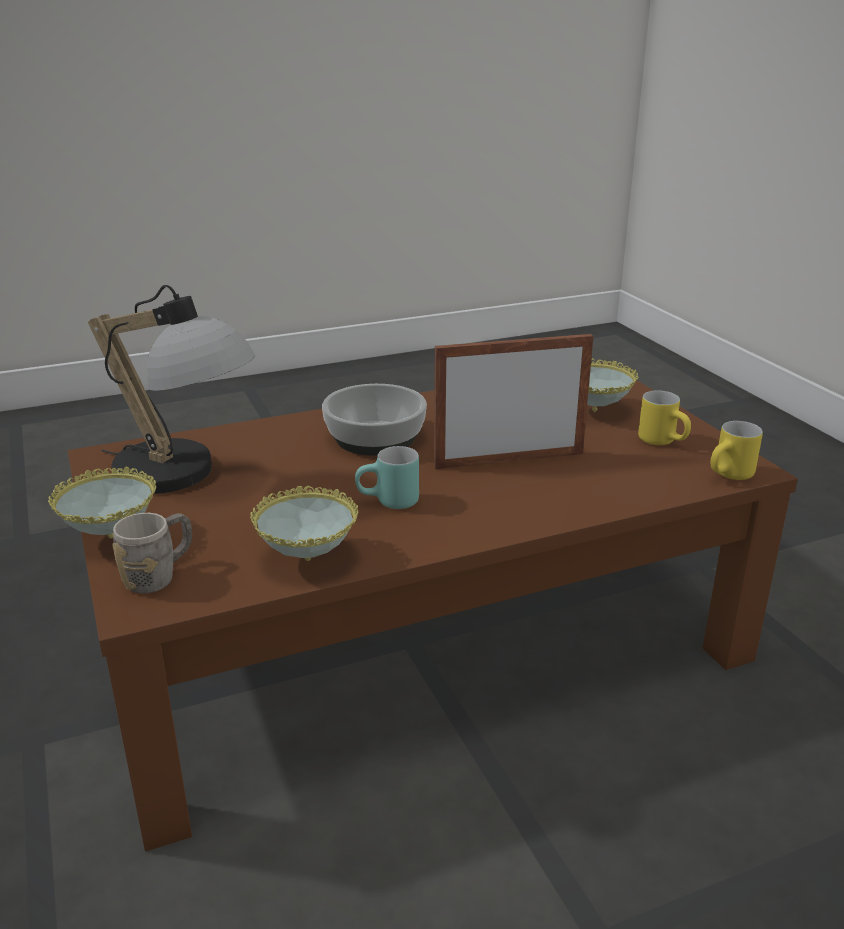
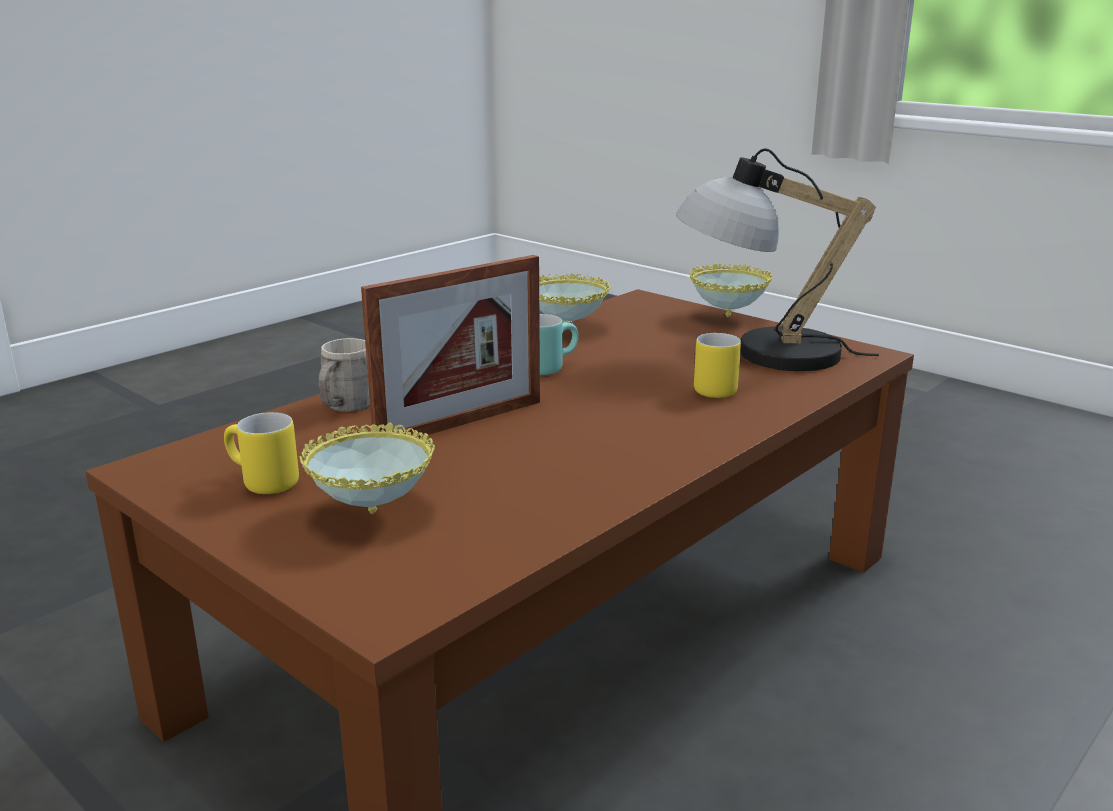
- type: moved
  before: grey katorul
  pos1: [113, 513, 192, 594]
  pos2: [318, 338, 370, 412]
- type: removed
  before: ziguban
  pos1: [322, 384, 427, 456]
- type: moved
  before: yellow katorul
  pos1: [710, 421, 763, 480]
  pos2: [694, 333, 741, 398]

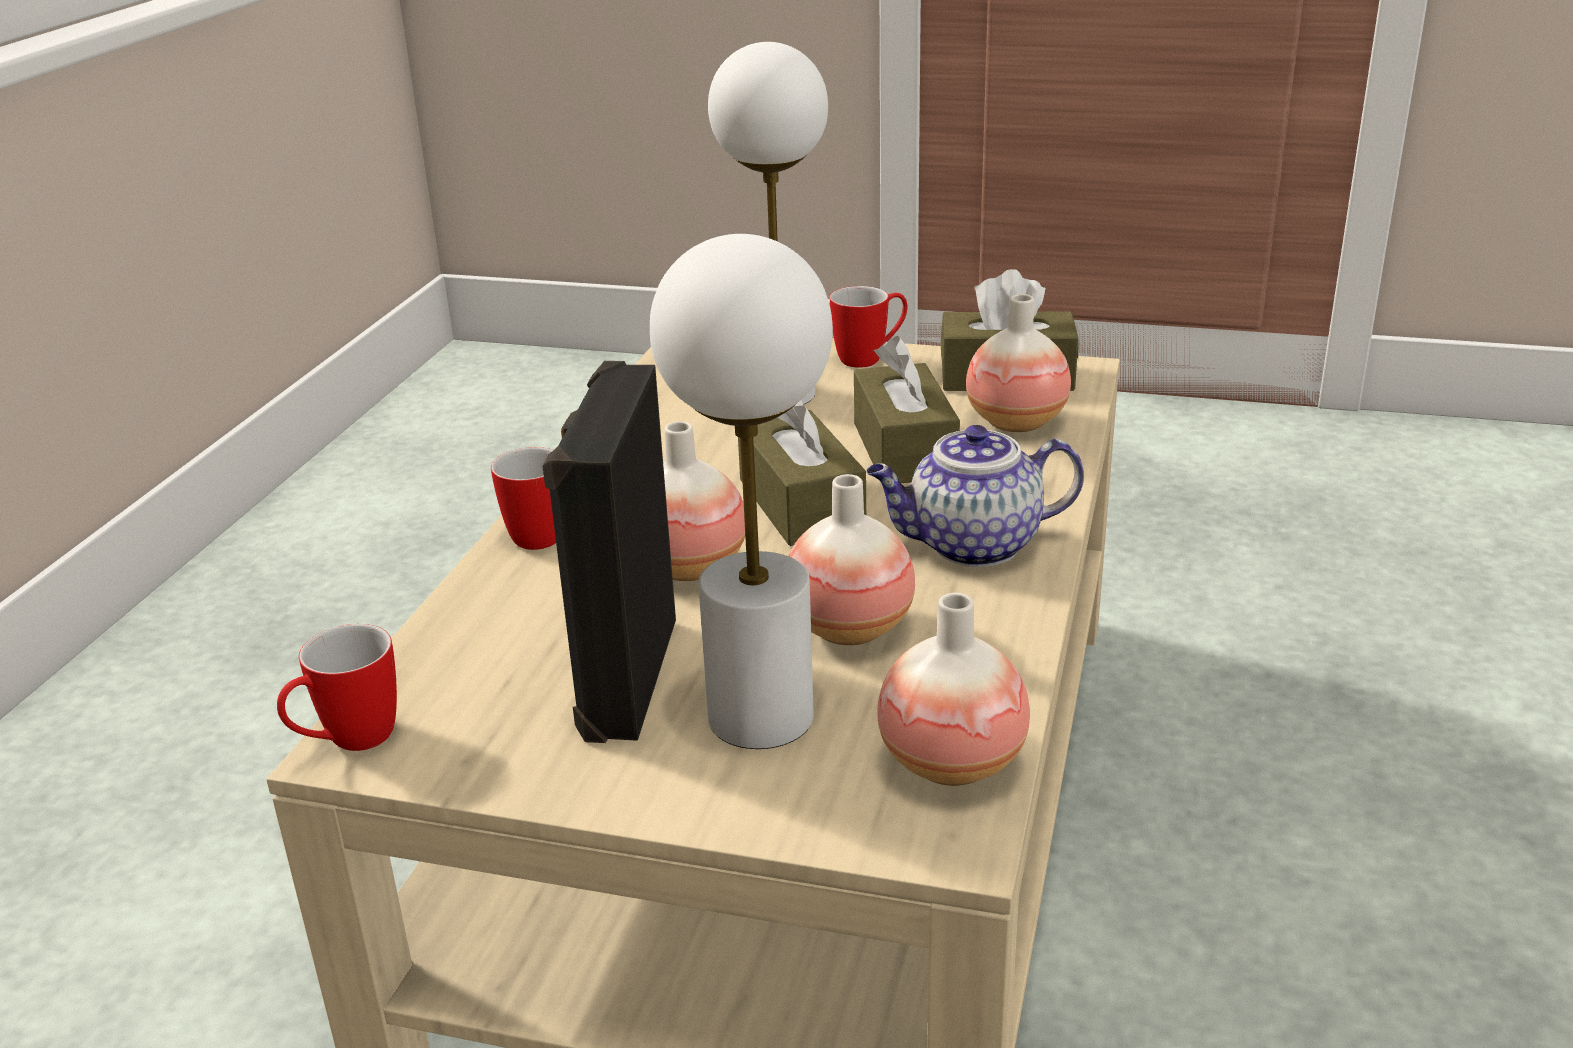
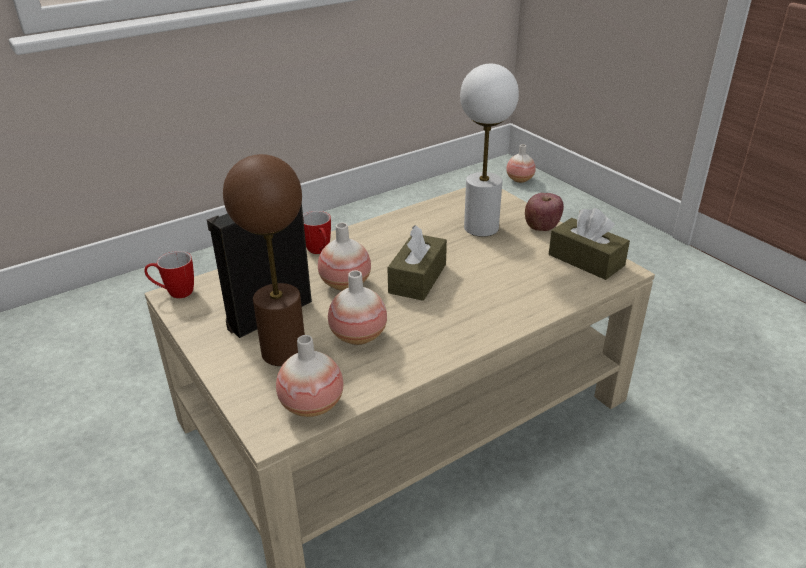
- type: recoloured
  before: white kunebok
  after: brown kunebok
  pos1: [650, 234, 833, 749]
  pos2: [223, 154, 305, 366]
- type: replaced
  before: katorul
  after: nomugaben
  pos1: [830, 286, 908, 368]
  pos2: [525, 193, 564, 231]
- type: removed
  before: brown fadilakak
  pos1: [854, 336, 960, 483]
- type: removed
  before: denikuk
  pos1: [866, 425, 1084, 567]
- type: moved
  before: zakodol
  pos1: [966, 294, 1071, 432]
  pos2: [506, 144, 536, 183]

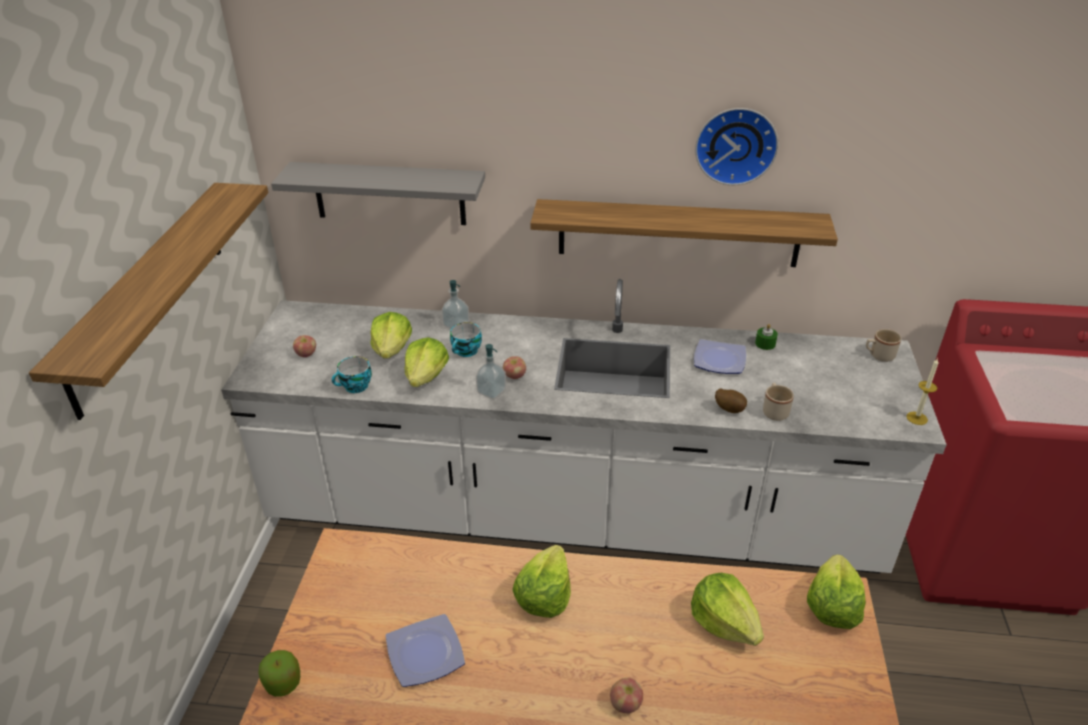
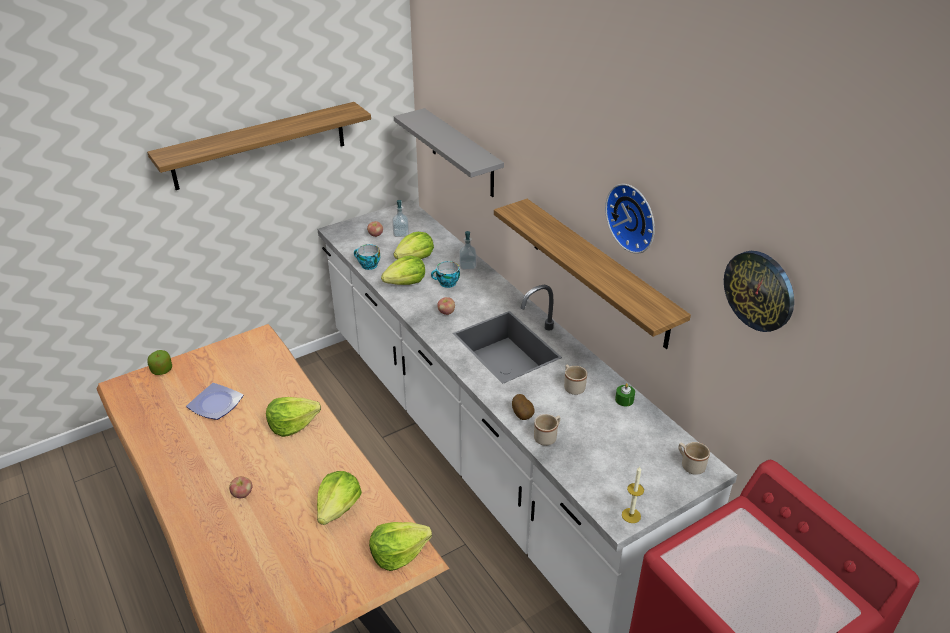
- type: moved
  before: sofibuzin
  pos1: [476, 344, 506, 399]
  pos2: [392, 200, 409, 237]
- type: replaced
  before: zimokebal
  after: beige katorul
  pos1: [694, 339, 746, 374]
  pos2: [564, 365, 587, 395]
- type: added
  after: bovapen
  pos2: [724, 251, 794, 332]

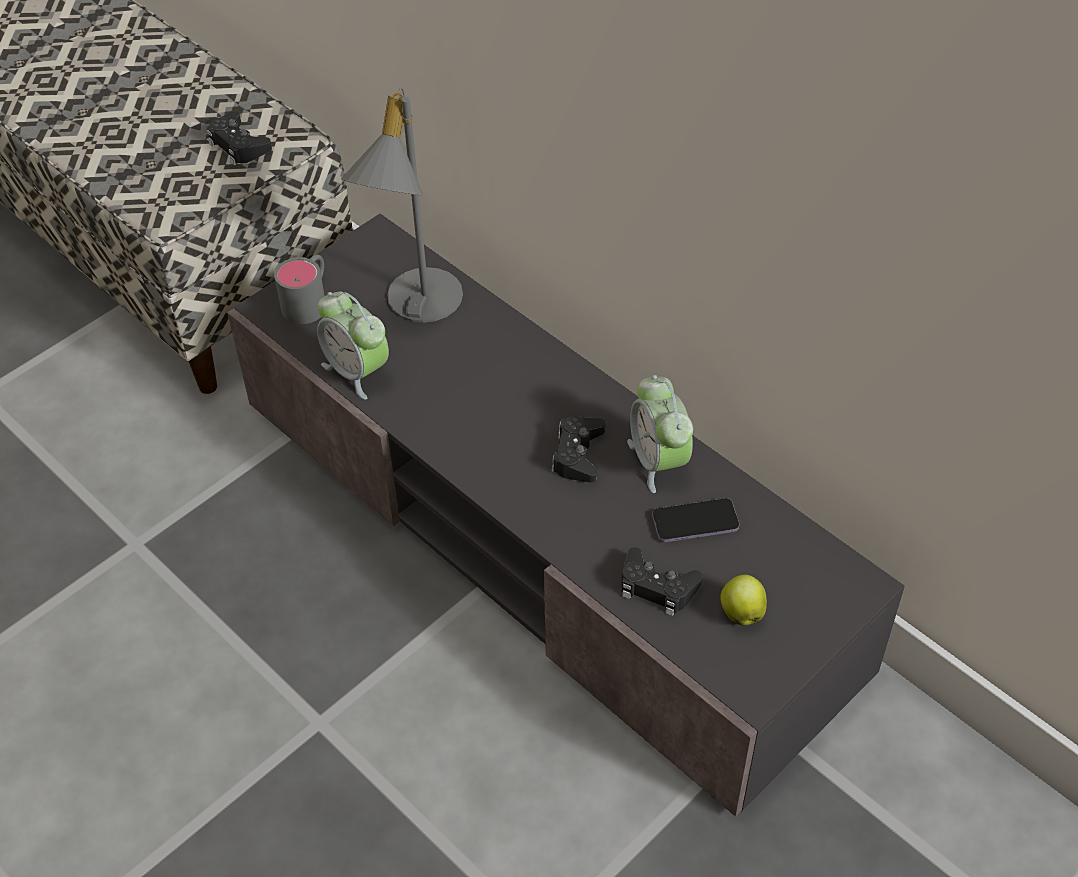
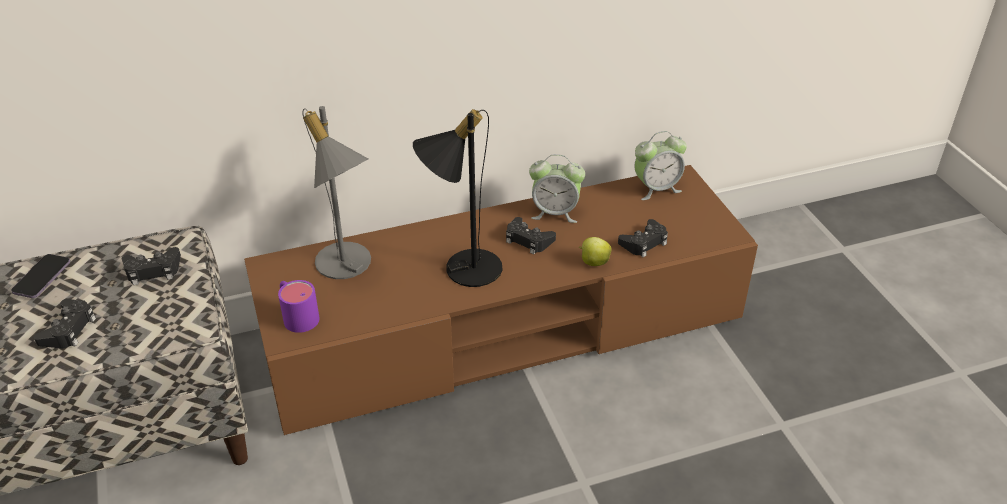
- type: recoloured
  before: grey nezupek
  after: brown nezupek
  pos1: [227, 214, 905, 816]
  pos2: [244, 165, 758, 435]
- type: recoloured
  before: grey katorul
  after: purple katorul
  pos1: [274, 254, 325, 324]
  pos2: [278, 280, 320, 333]
- type: moved
  before: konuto
  pos1: [317, 292, 389, 400]
  pos2: [635, 131, 687, 200]
- type: moved
  before: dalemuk
  pos1: [652, 498, 740, 542]
  pos2: [11, 254, 70, 298]
- type: moved
  before: nomugaben
  pos1: [720, 574, 767, 626]
  pos2: [579, 237, 612, 266]
- type: added
  after: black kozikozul
  pos2: [34, 299, 96, 348]
- type: added
  after: black kunebok
  pos2: [413, 109, 502, 287]

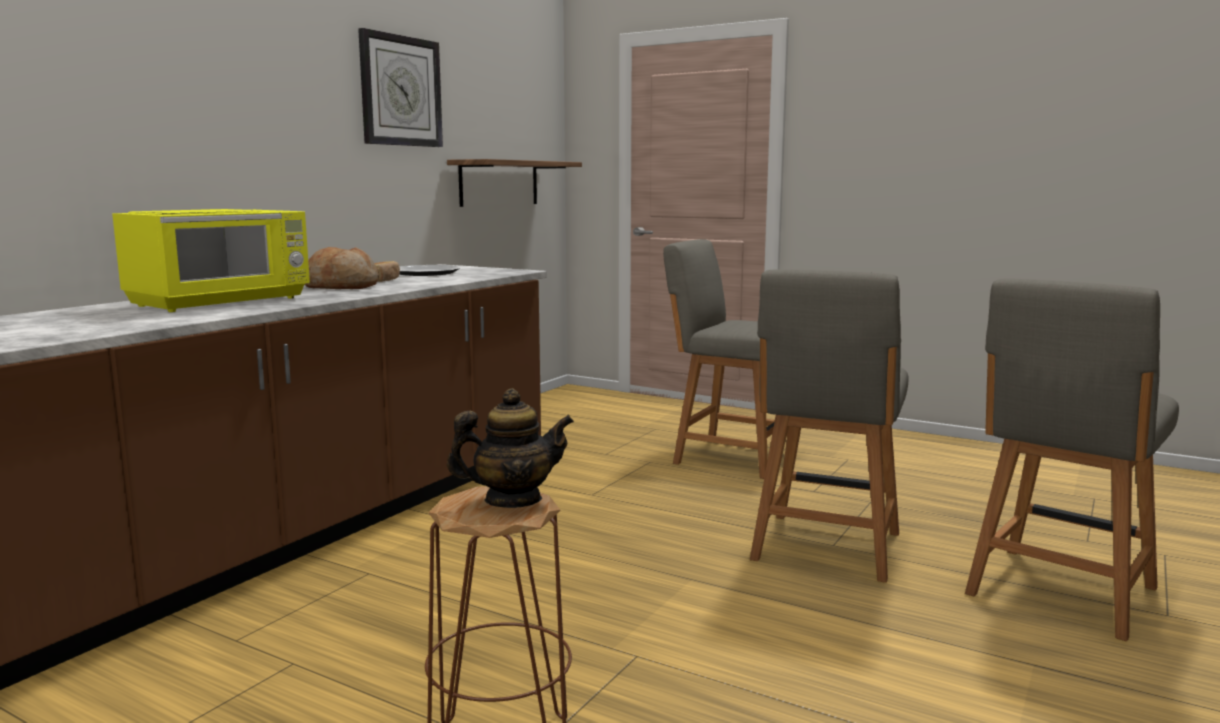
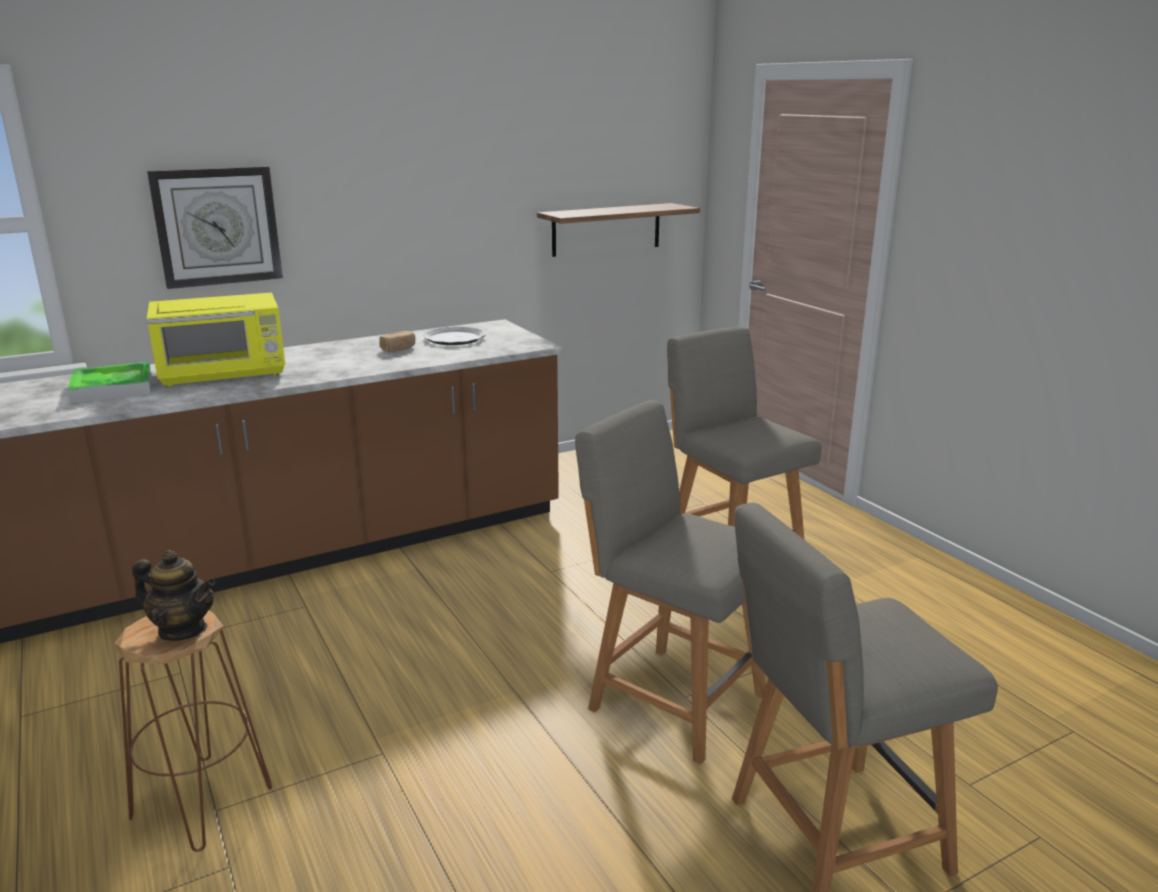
- type: removed
  before: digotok
  pos1: [304, 247, 379, 289]
- type: moved
  before: bovapen
  pos1: [358, 28, 443, 147]
  pos2: [147, 166, 283, 289]
- type: turned
  before: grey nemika
  pos1: [750, 269, 908, 583]
  pos2: [575, 400, 766, 764]
  turn: 75
- type: added
  after: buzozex
  pos2: [67, 362, 152, 403]

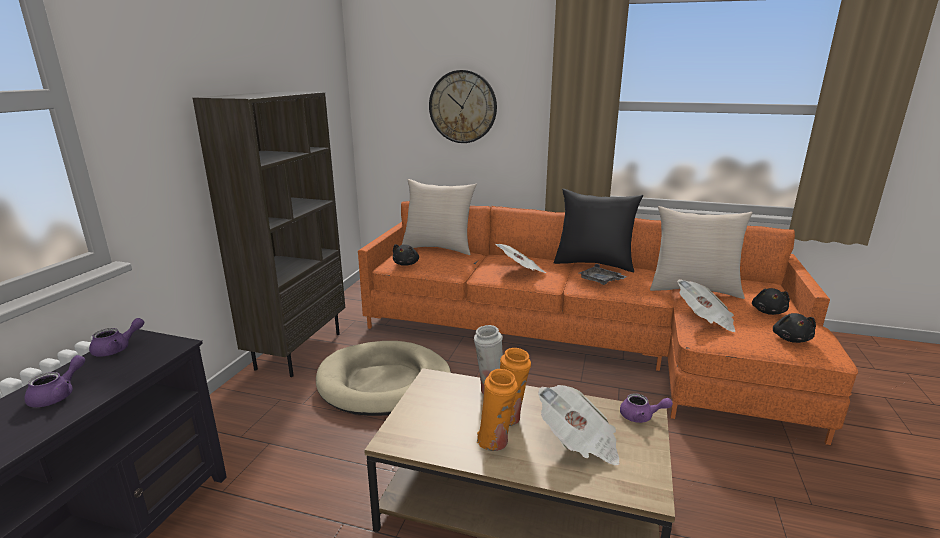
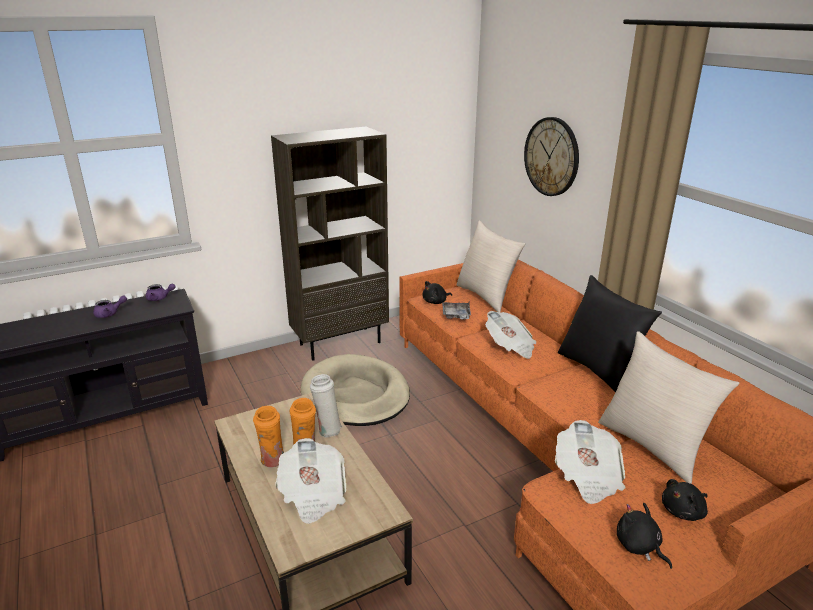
- type: moved
  before: grey buzozex
  pos1: [579, 264, 627, 285]
  pos2: [442, 302, 471, 319]
- type: removed
  before: purple denikuk
  pos1: [620, 393, 673, 423]
- type: turned
  before: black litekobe
  pos1: [773, 313, 816, 343]
  pos2: [617, 503, 672, 569]
  turn: 90

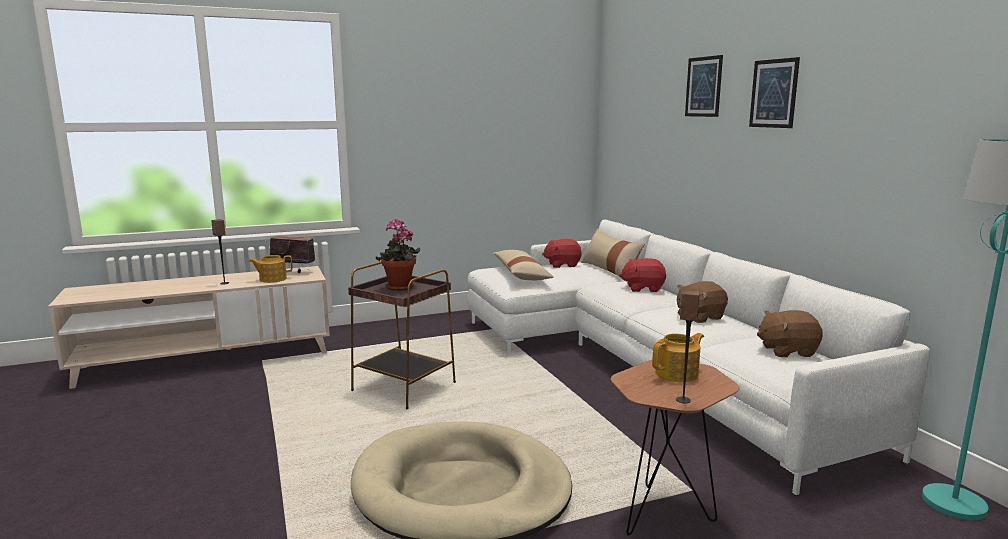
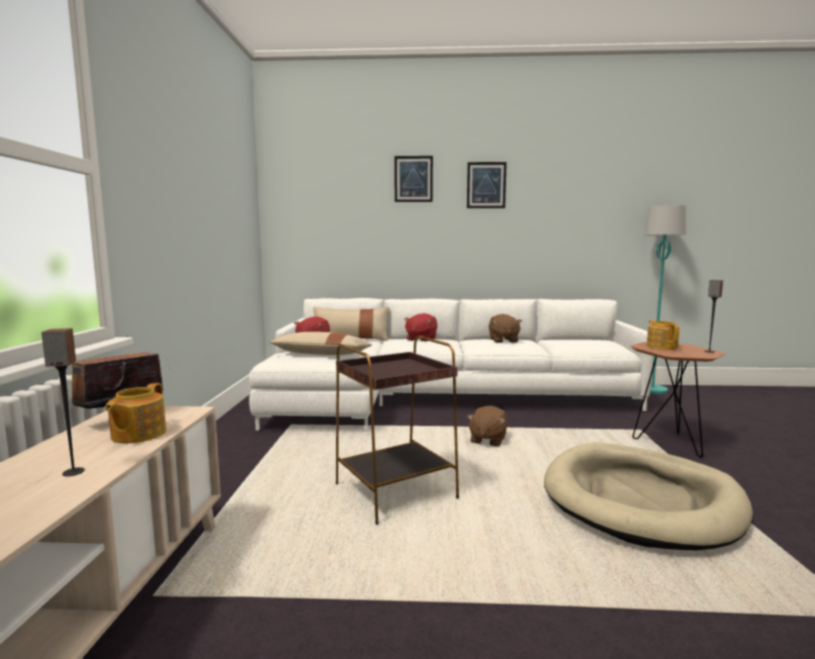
- type: removed
  before: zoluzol
  pos1: [376, 219, 420, 291]
- type: moved
  before: brown litekobe
  pos1: [757, 310, 823, 357]
  pos2: [467, 406, 508, 446]

